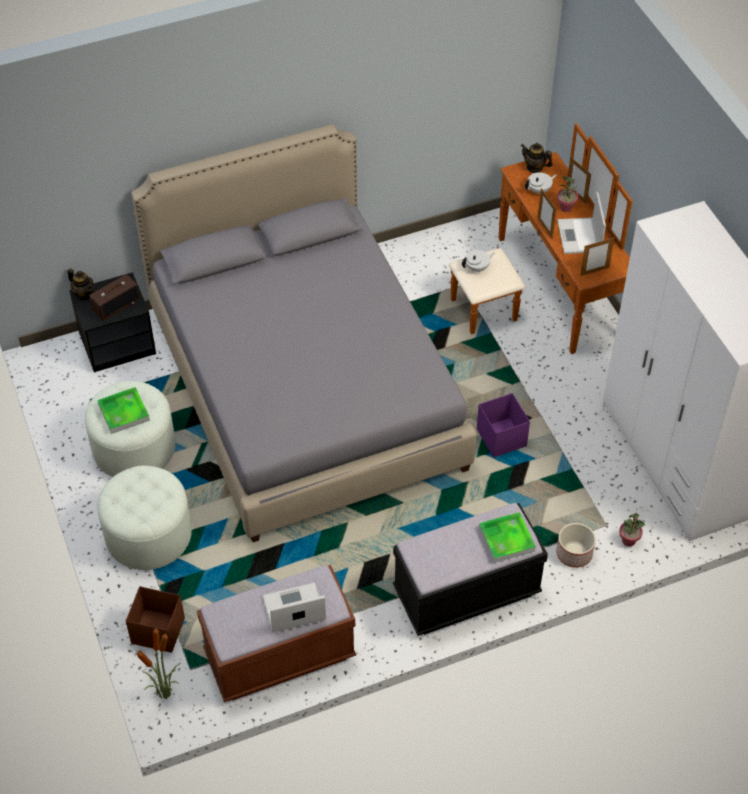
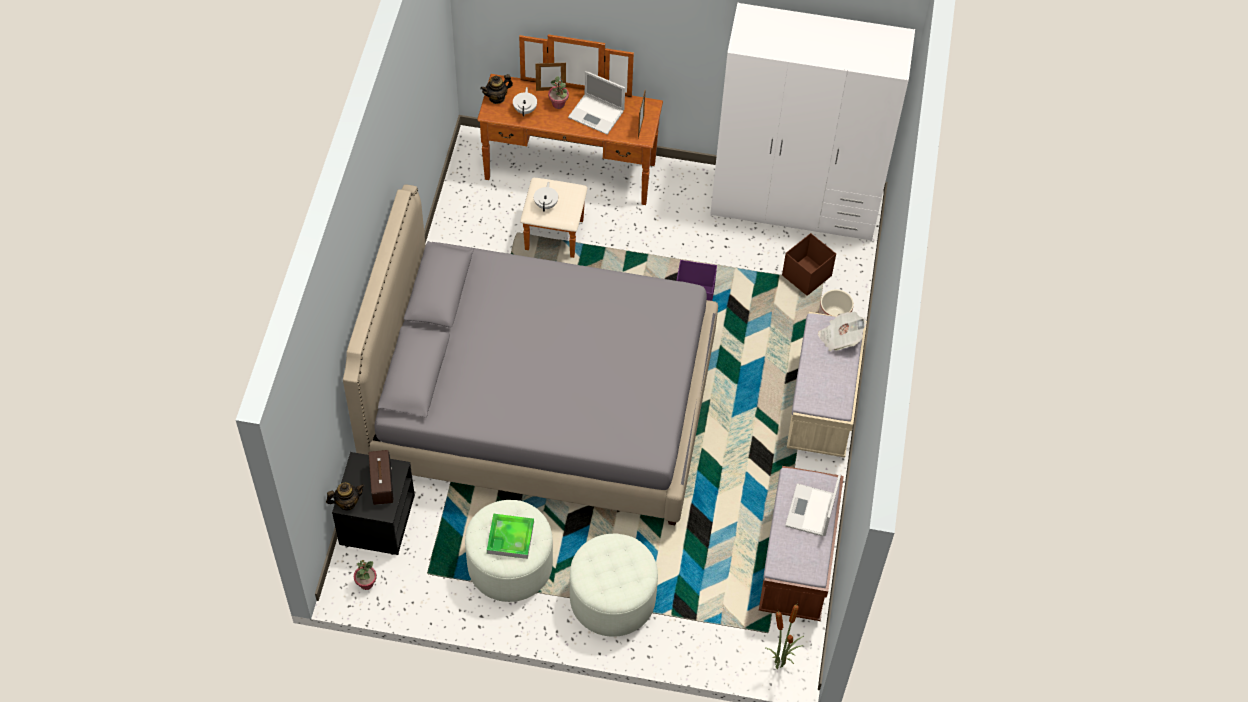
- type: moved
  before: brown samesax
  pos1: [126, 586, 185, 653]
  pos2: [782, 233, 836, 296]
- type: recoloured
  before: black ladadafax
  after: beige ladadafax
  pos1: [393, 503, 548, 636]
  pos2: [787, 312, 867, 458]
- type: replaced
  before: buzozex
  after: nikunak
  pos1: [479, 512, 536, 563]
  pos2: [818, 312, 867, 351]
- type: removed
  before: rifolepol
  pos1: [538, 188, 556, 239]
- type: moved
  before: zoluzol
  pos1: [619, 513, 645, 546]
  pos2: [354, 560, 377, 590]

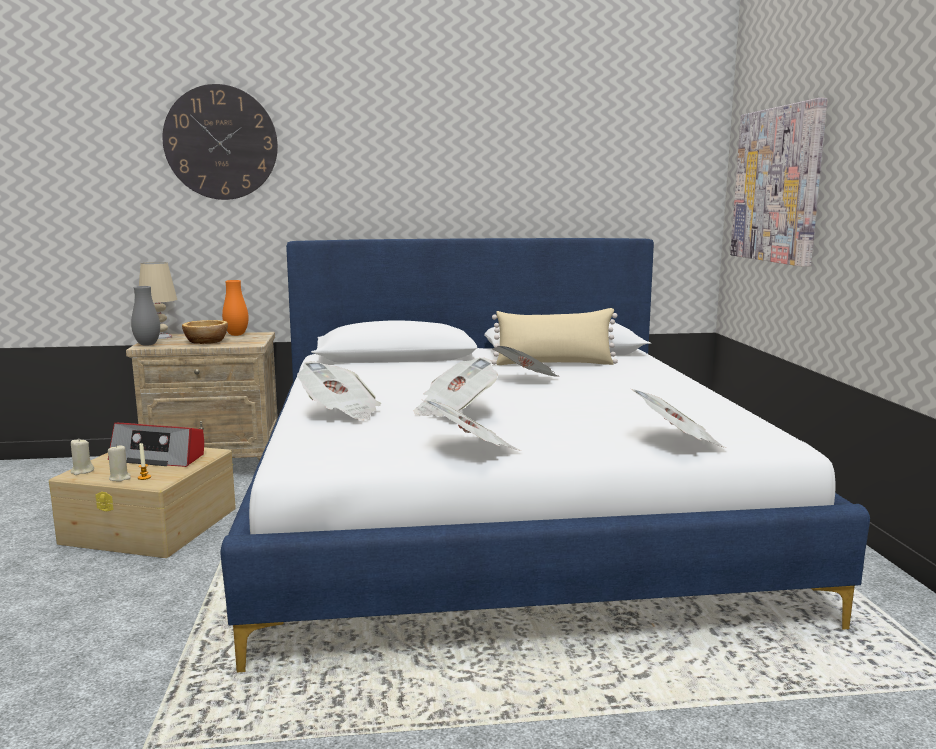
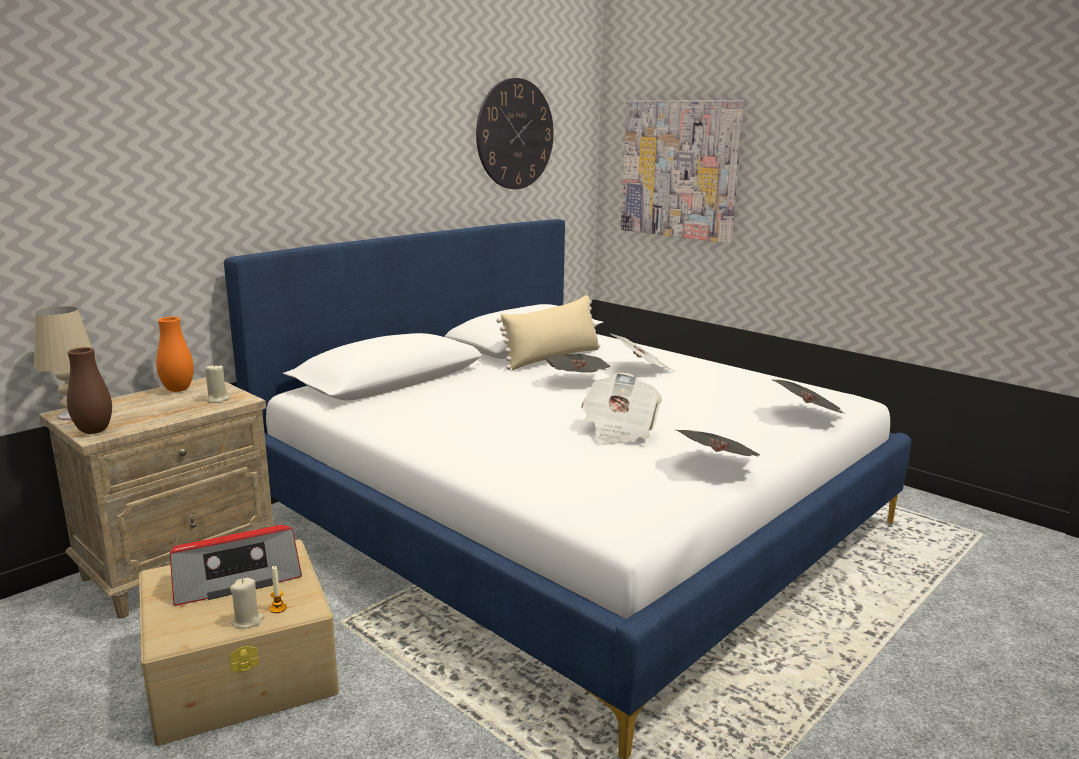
- type: moved
  before: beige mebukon
  pos1: [71, 438, 94, 475]
  pos2: [205, 364, 230, 403]
- type: recoloured
  before: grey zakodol
  after: brown zakodol
  pos1: [131, 286, 160, 346]
  pos2: [67, 347, 112, 434]
- type: moved
  before: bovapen
  pos1: [163, 84, 278, 200]
  pos2: [476, 78, 554, 189]
- type: removed
  before: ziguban
  pos1: [182, 320, 228, 344]
- type: moved
  before: nikunak
  pos1: [297, 361, 381, 420]
  pos2: [611, 334, 674, 371]

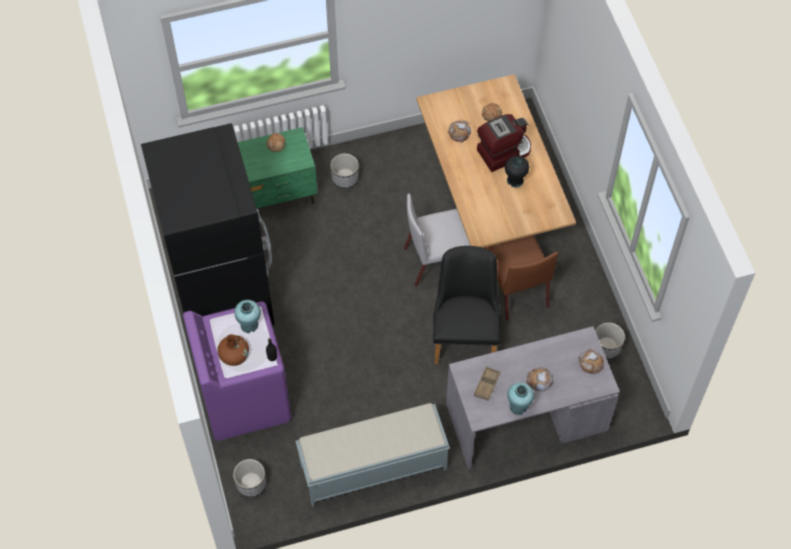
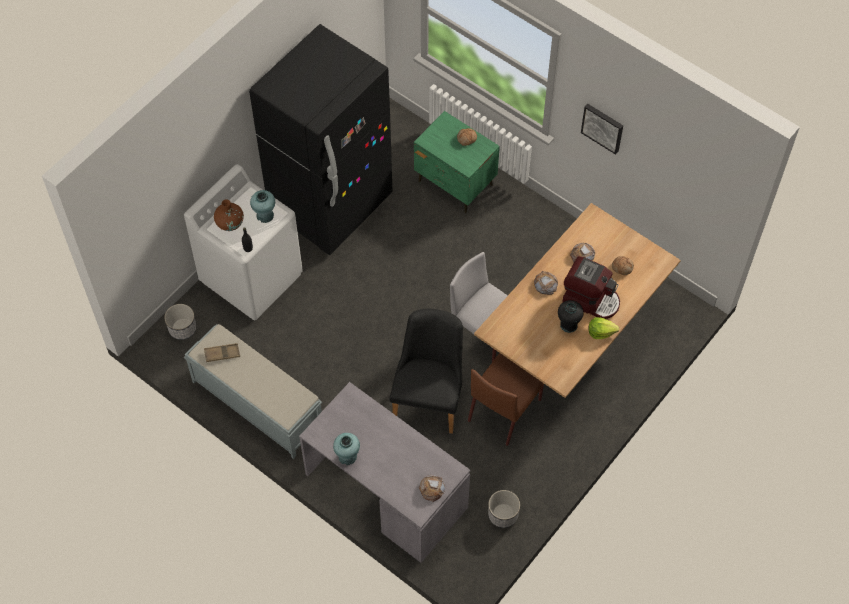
- type: recoloured
  before: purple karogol
  after: white karogol
  pos1: [183, 302, 291, 441]
  pos2: [184, 164, 303, 320]
- type: removed
  before: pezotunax
  pos1: [331, 153, 359, 188]
- type: turned
  before: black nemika
  pos1: [433, 246, 500, 364]
  pos2: [389, 309, 463, 434]
  turn: -45
- type: moved
  before: brown buzozex
  pos1: [474, 367, 500, 401]
  pos2: [204, 343, 240, 362]
- type: moved
  before: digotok
  pos1: [526, 367, 554, 391]
  pos2: [534, 271, 558, 295]
- type: added
  after: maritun
  pos2: [581, 104, 623, 155]
- type: added
  after: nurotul
  pos2: [589, 317, 619, 339]

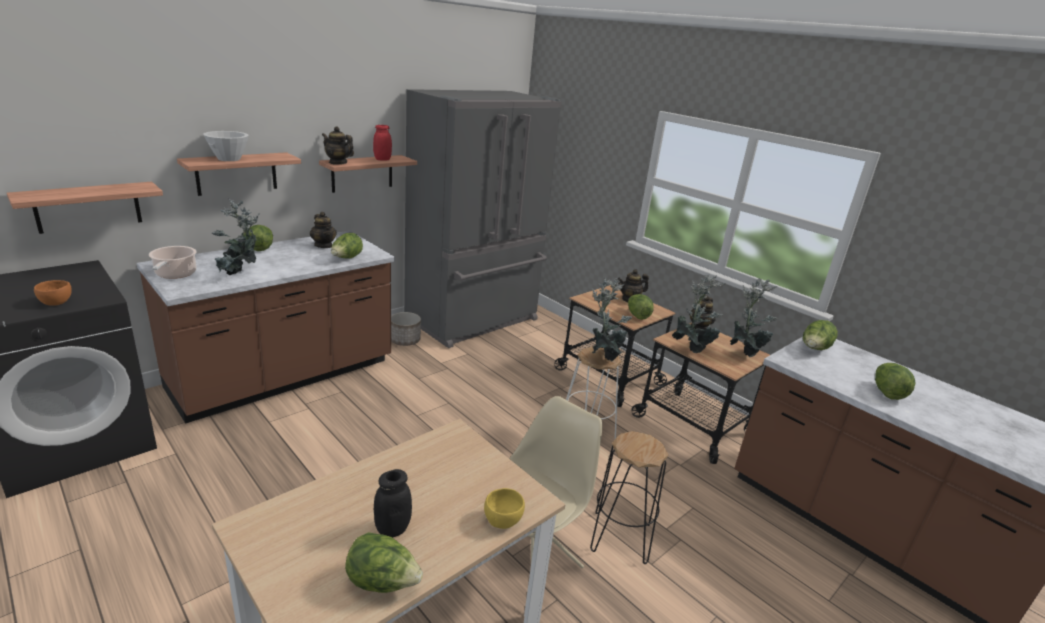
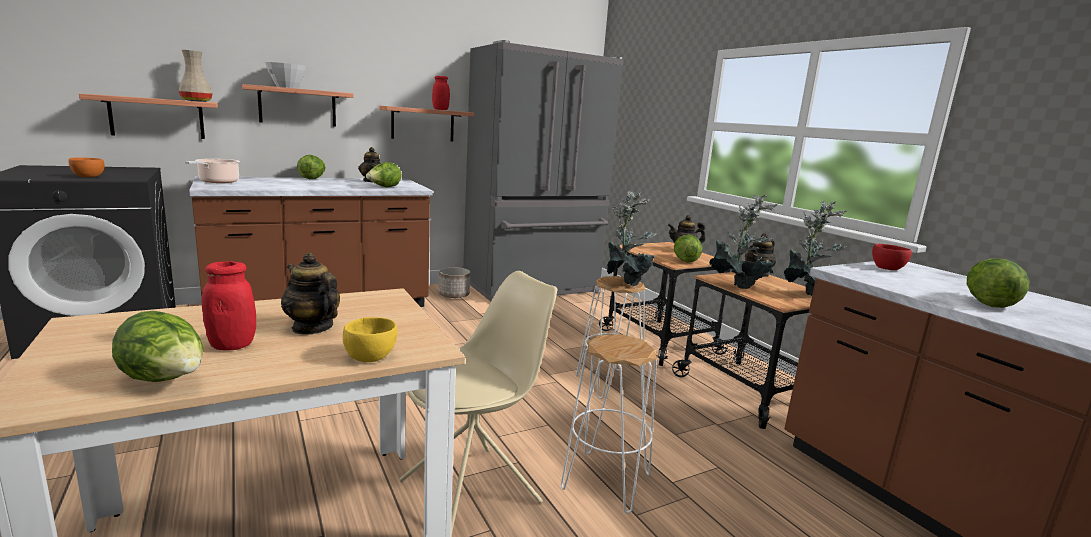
- type: removed
  before: zoluzol
  pos1: [212, 199, 260, 275]
- type: moved
  before: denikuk
  pos1: [322, 126, 354, 165]
  pos2: [281, 252, 340, 335]
- type: recoloured
  before: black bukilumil
  after: red bukilumil
  pos1: [374, 469, 412, 538]
  pos2: [202, 261, 256, 351]
- type: recoloured
  before: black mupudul
  after: white mupudul
  pos1: [590, 431, 669, 564]
  pos2: [561, 334, 657, 514]
- type: replaced
  before: nurotul
  after: red ziguban
  pos1: [803, 320, 838, 350]
  pos2: [872, 244, 912, 270]
- type: added
  after: beige zakodol
  pos2: [178, 50, 213, 102]

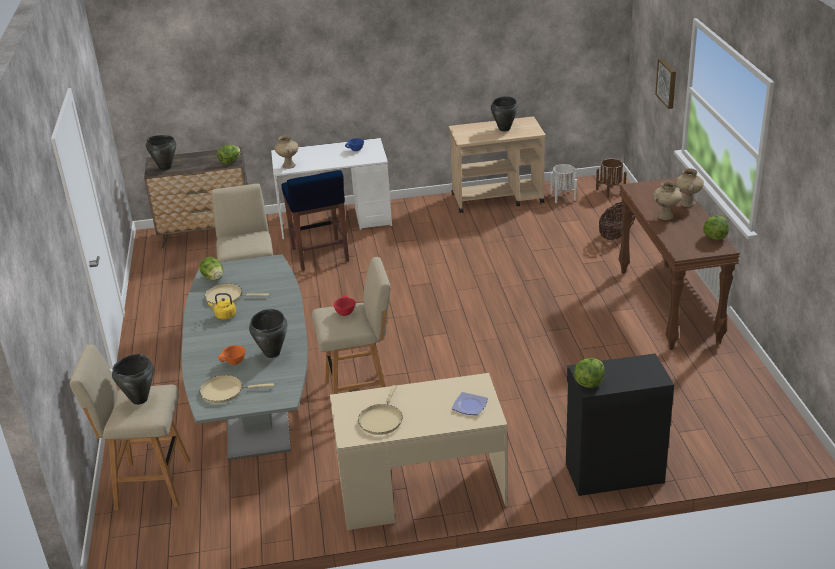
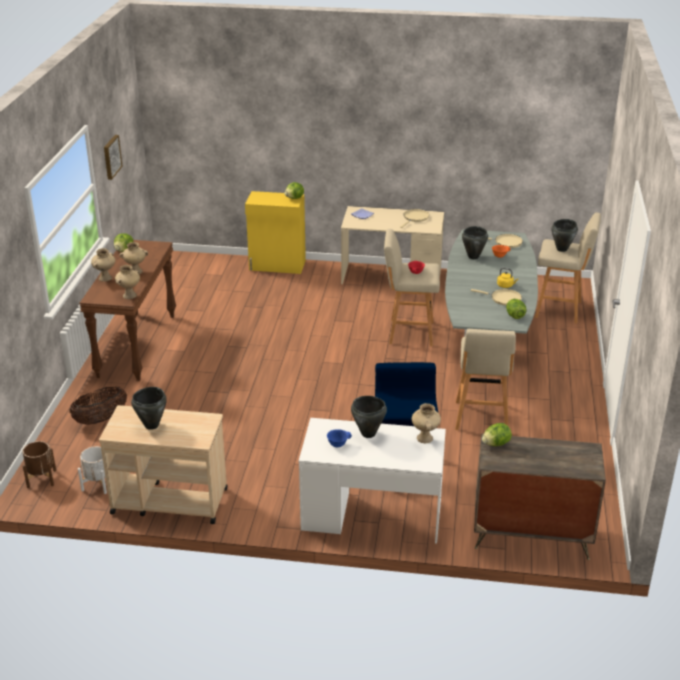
- type: moved
  before: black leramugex
  pos1: [146, 135, 176, 170]
  pos2: [351, 396, 387, 438]
- type: recoloured
  before: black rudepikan
  after: yellow rudepikan
  pos1: [566, 353, 674, 496]
  pos2: [245, 191, 306, 274]
- type: moved
  before: maritun
  pos1: [655, 58, 676, 109]
  pos2: [104, 135, 123, 180]
- type: added
  after: beige zakodol
  pos2: [115, 265, 140, 299]

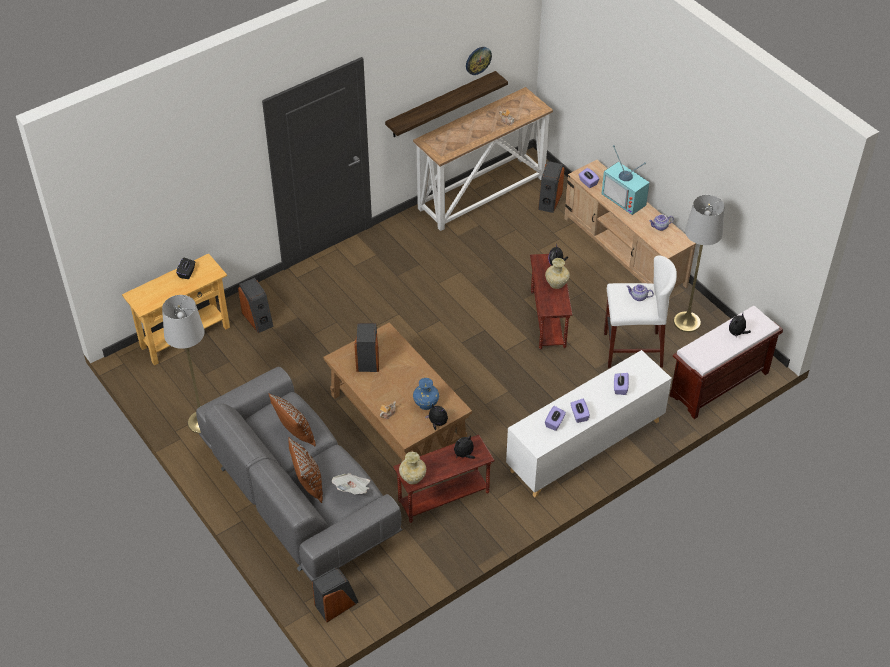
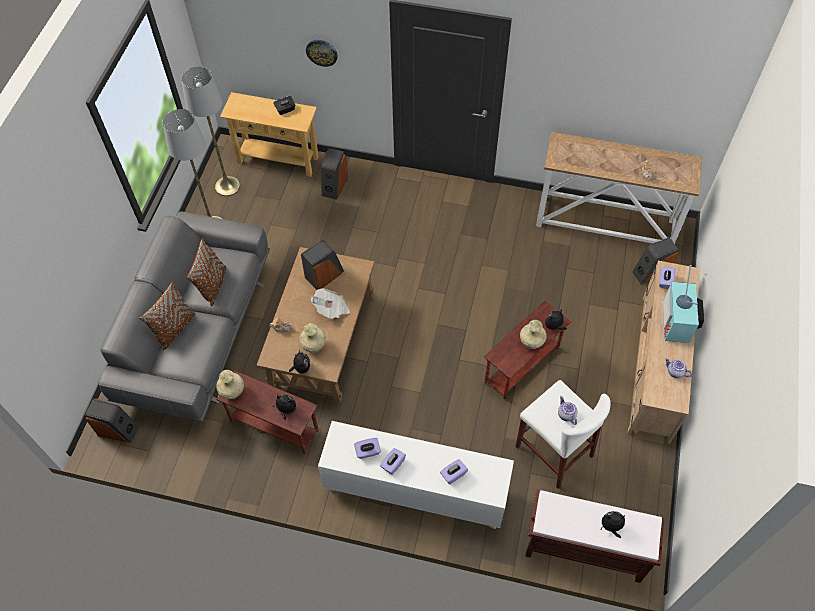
- type: moved
  before: nikunak
  pos1: [332, 473, 370, 495]
  pos2: [311, 288, 350, 319]
- type: removed
  before: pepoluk
  pos1: [385, 71, 508, 137]
- type: recoloured
  before: blue zakodol
  after: beige zakodol
  pos1: [413, 378, 439, 410]
  pos2: [299, 323, 326, 353]
- type: moved
  before: bovapen
  pos1: [466, 47, 492, 75]
  pos2: [306, 40, 338, 67]
- type: moved
  before: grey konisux
  pos1: [673, 195, 725, 332]
  pos2: [181, 66, 240, 196]

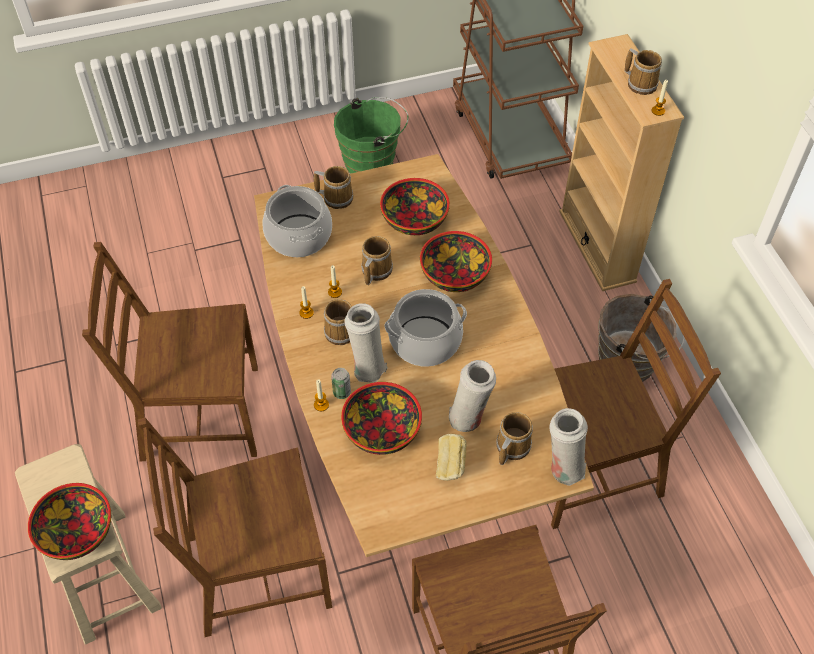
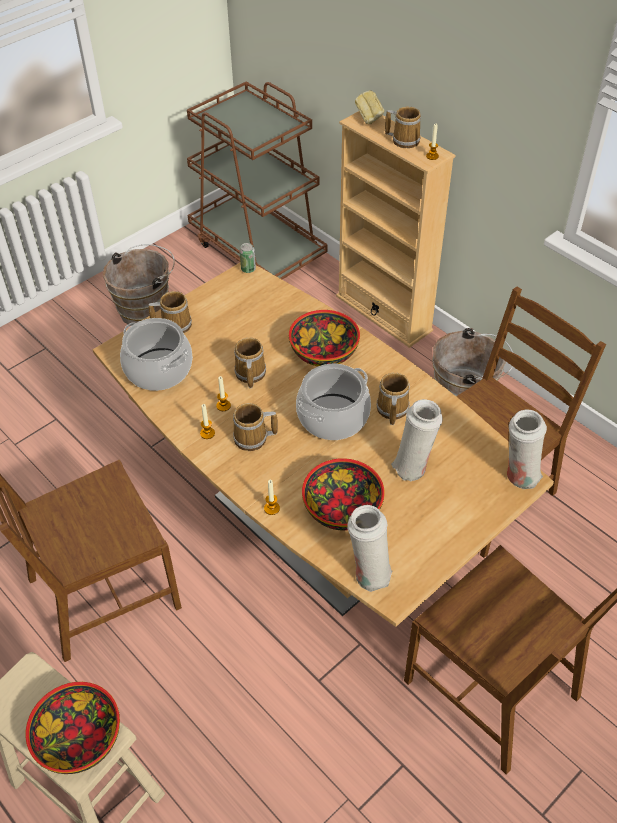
- type: removed
  before: brown nemika
  pos1: [138, 418, 332, 637]
- type: moved
  before: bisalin
  pos1: [331, 368, 351, 399]
  pos2: [239, 243, 256, 273]
- type: recoloured
  before: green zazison
  after: brown zazison
  pos1: [334, 97, 408, 174]
  pos2: [103, 244, 175, 324]
- type: moved
  before: white zakodol
  pos1: [344, 303, 387, 383]
  pos2: [347, 505, 393, 592]
- type: removed
  before: ziguban
  pos1: [380, 178, 450, 235]
- type: moved
  before: digotok
  pos1: [436, 434, 467, 481]
  pos2: [355, 90, 385, 124]
- type: moved
  before: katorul
  pos1: [496, 412, 533, 465]
  pos2: [376, 373, 410, 425]

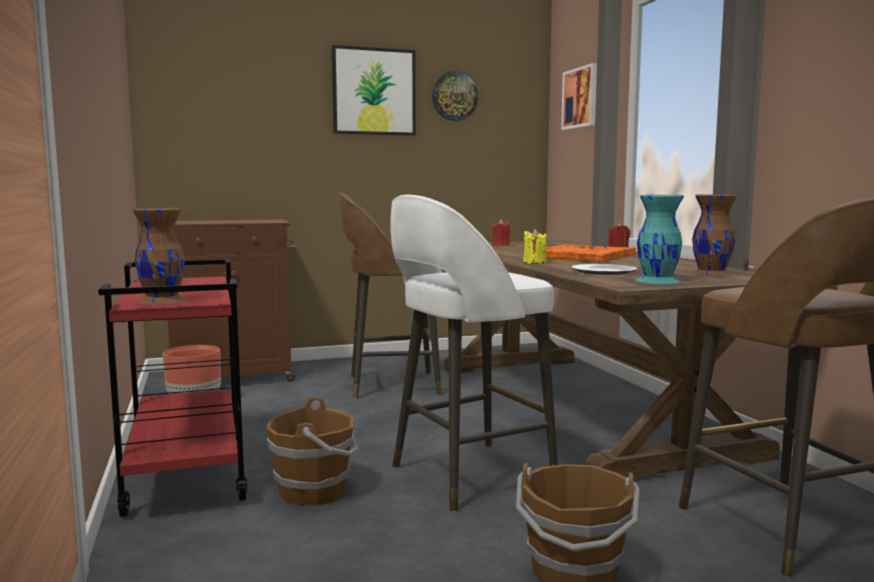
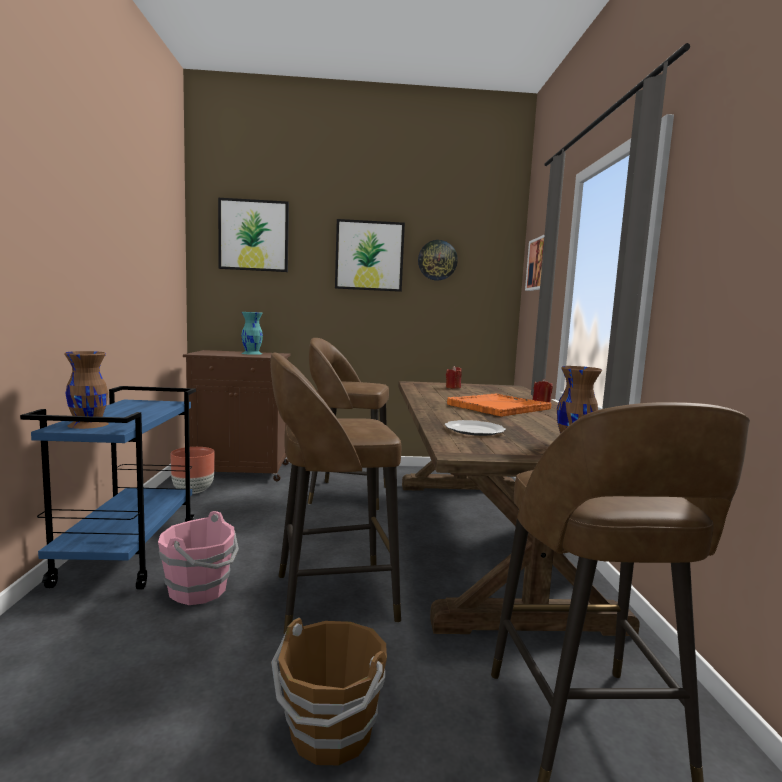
- type: recoloured
  before: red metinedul
  after: blue metinedul
  pos1: [98, 259, 247, 517]
  pos2: [20, 386, 196, 589]
- type: recoloured
  before: brown zazison
  after: pink zazison
  pos1: [266, 397, 359, 505]
  pos2: [158, 511, 239, 605]
- type: recoloured
  before: white mupudul
  after: brown mupudul
  pos1: [390, 195, 558, 512]
  pos2: [270, 352, 401, 634]
- type: removed
  before: yellow mebukon
  pos1: [523, 229, 546, 264]
- type: moved
  before: turquoise zakodol
  pos1: [636, 195, 684, 284]
  pos2: [241, 312, 263, 355]
- type: added
  after: maritun
  pos2: [218, 198, 289, 272]

